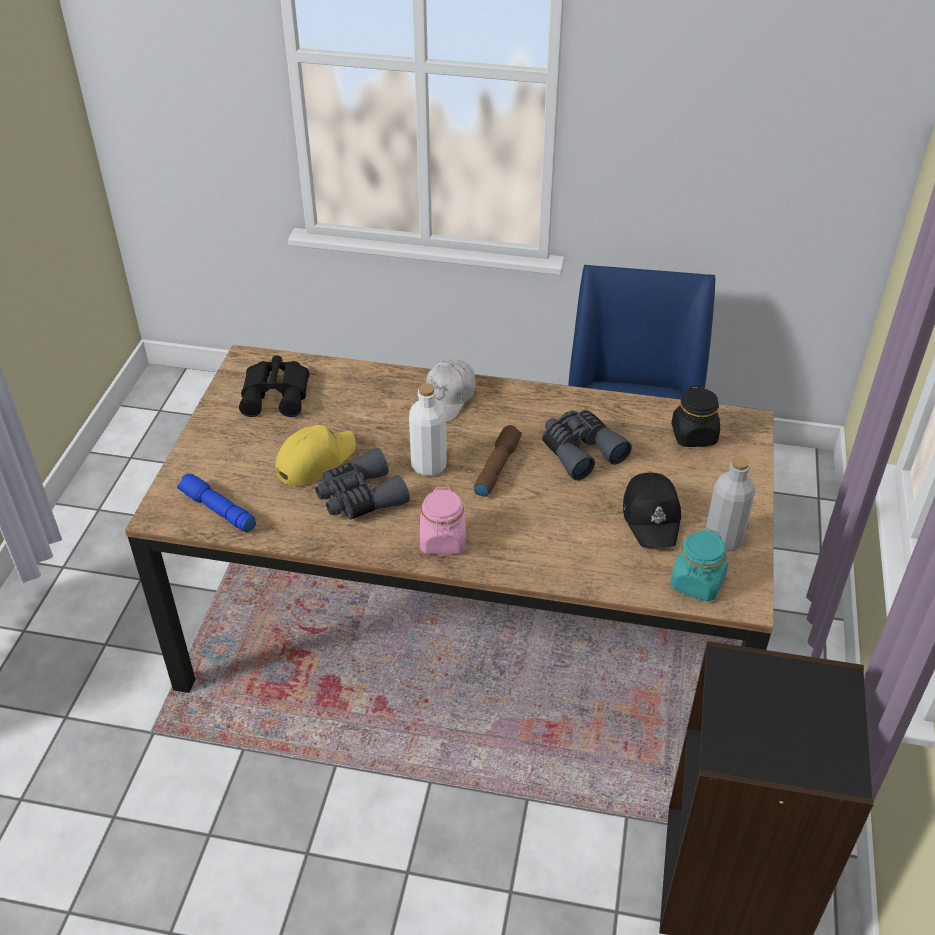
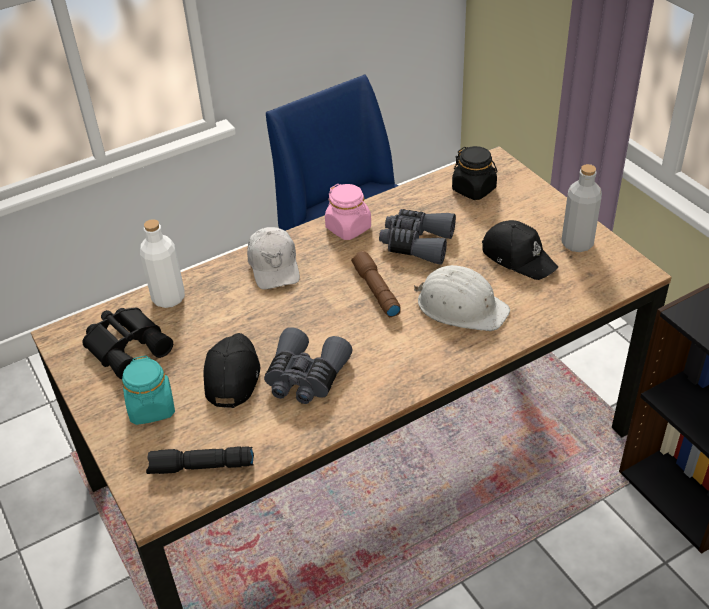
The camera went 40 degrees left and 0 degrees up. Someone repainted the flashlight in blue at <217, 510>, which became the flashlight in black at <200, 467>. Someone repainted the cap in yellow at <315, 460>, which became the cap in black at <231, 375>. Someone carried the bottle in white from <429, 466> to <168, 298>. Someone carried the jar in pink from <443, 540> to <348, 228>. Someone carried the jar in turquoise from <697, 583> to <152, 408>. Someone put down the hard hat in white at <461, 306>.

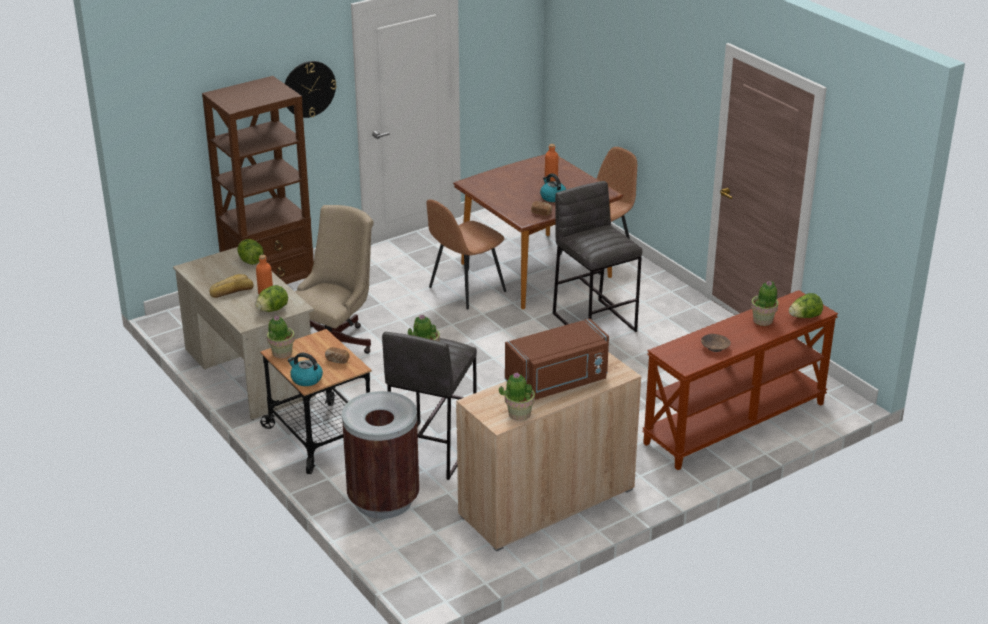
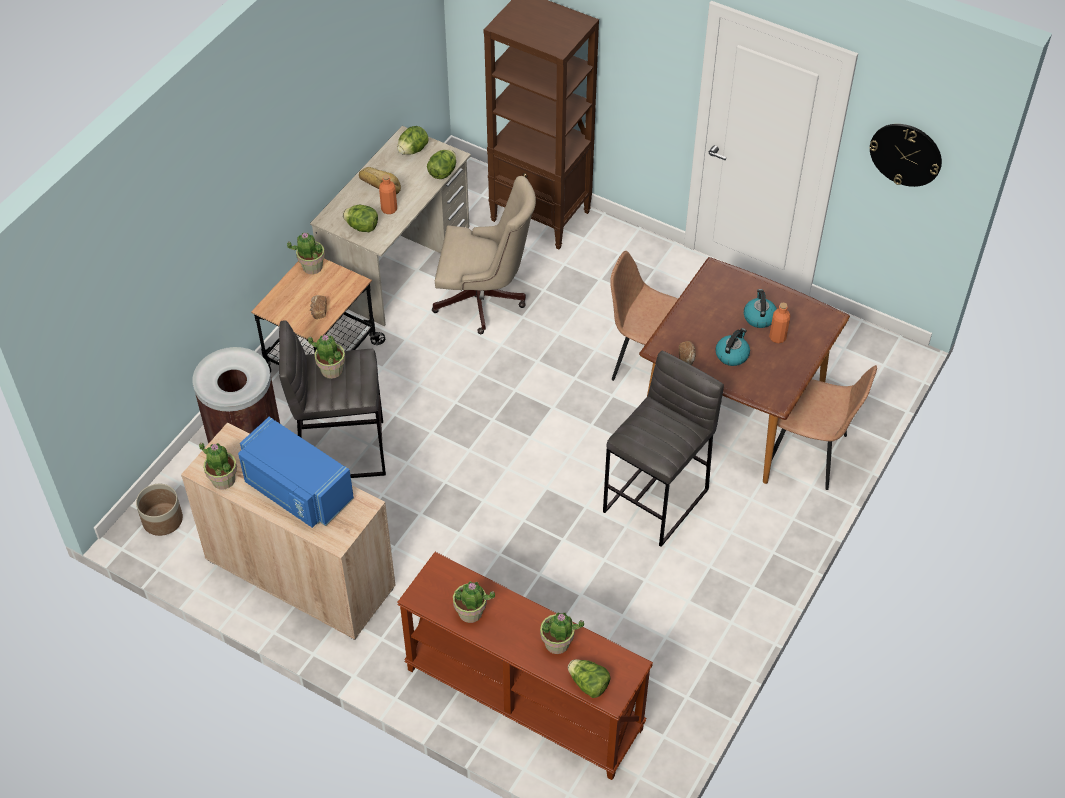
The camera went 65 degrees right and 20 degrees up. Someone carried the wall clock from <308, 89> to <906, 154>. Someone carried the kettle from <306, 379> to <759, 317>. Someone repainted the microwave in brown at <558, 382>, which became the microwave in blue at <296, 491>. Someone swapped the bowl in brown at <715, 347> for the potted plant at <471, 612>. Someone put down the planter at <162, 519>. Someone put down the lettuce at <413, 150>.

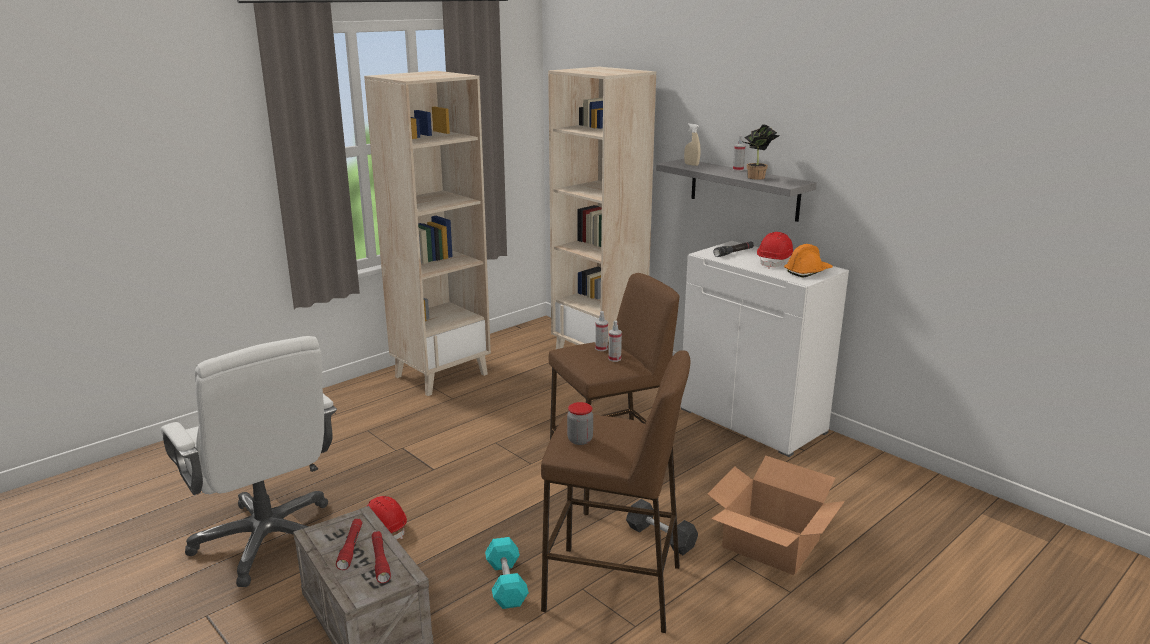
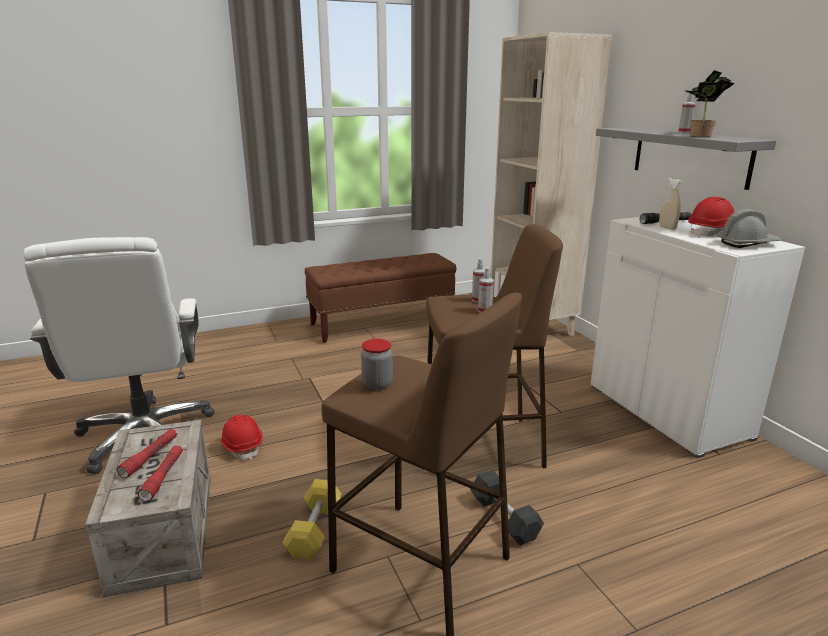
The camera went 20 degrees right and 0 degrees up. Someone swapped the bookcase in beige at <441, 375> for the bench in brown at <382, 323>. Someone repainted the dumbbell in turquoise at <506, 583>, which became the dumbbell in yellow at <314, 529>. Someone carried the spray bottle in beige from <691, 164> to <667, 228>. Someone took away the cardboard box at <770, 544>. Someone repainted the hard hat in orange at <807, 272>, which became the hard hat in grey at <747, 244>.

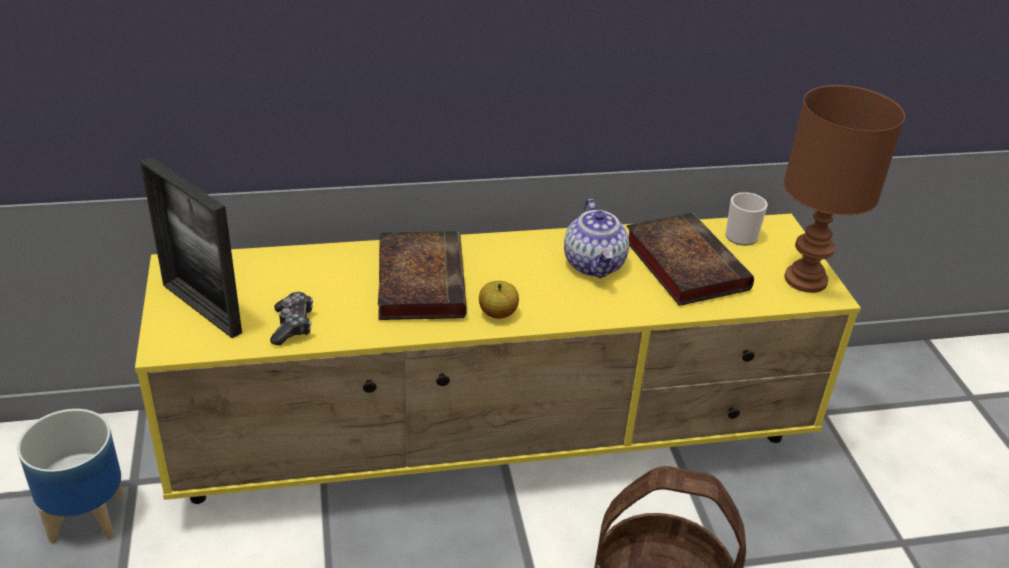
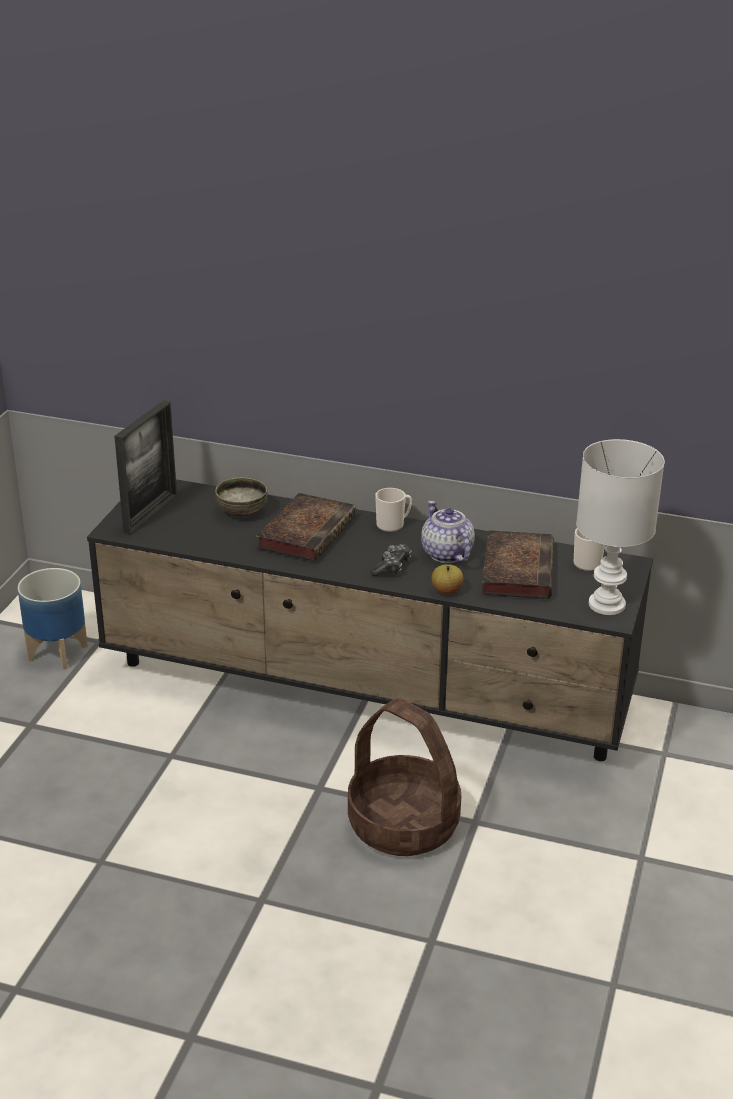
The camera went 30 degrees right and 5 degrees down. Someone repainted the tv stand in yellow at <498, 441>, which became the tv stand in black at <368, 692>. Someone rotated the picture frame at <201, 308> by 135 degrees counterclockwise. Someone carried the game controller from <293, 325> to <392, 567>. Someone carried the apple from <498, 313> to <447, 591>. Someone rotated the teapot at <595, 265> by 135 degrees clockwise. Someone repainted the table lamp in brown at <807, 279>, which became the table lamp in white at <608, 605>. Someone put down the bowl at <241, 512>. Someone put down the mug at <393, 524>.

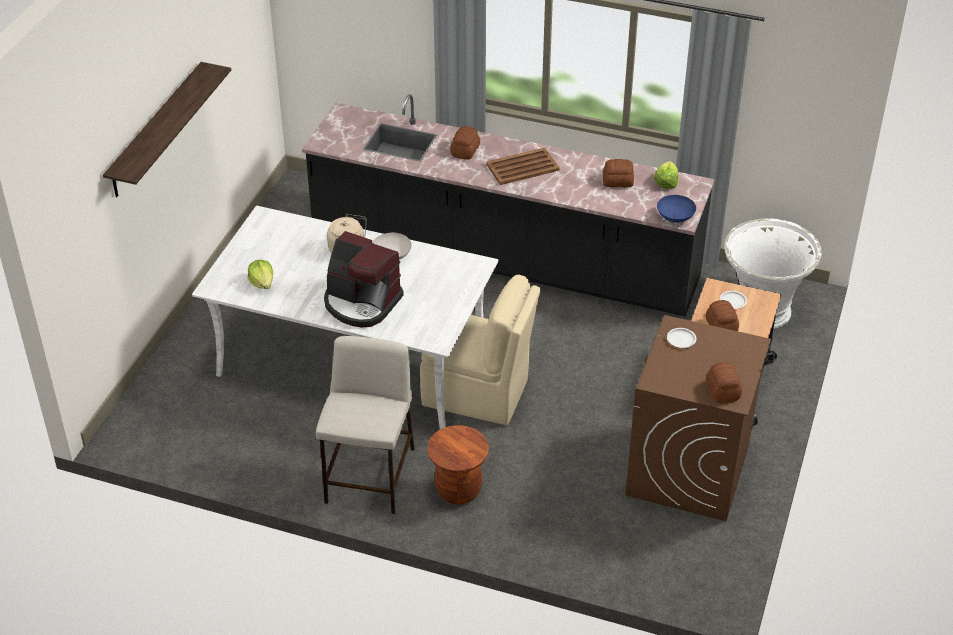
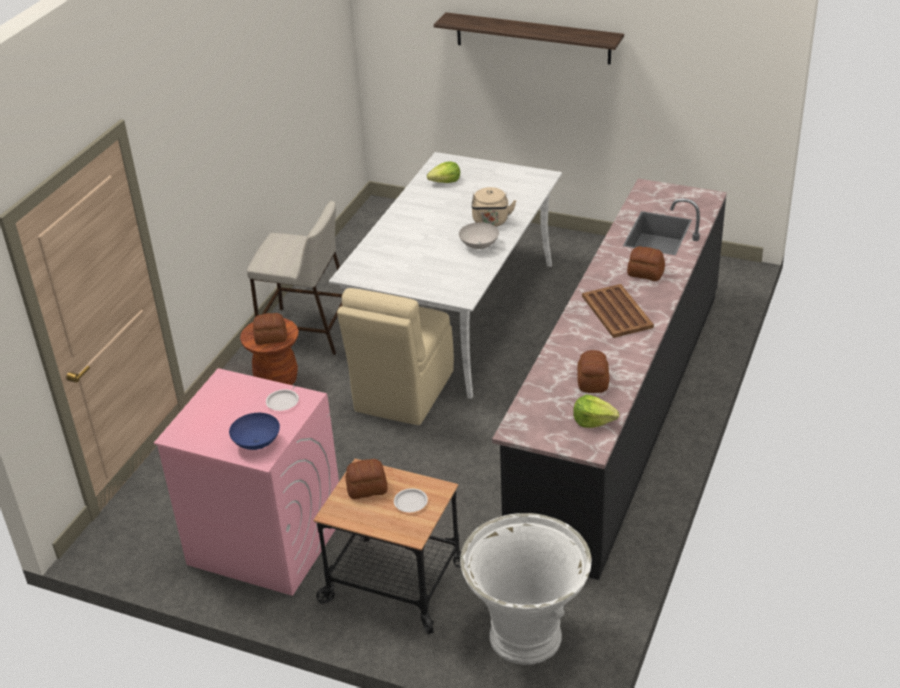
The camera went 95 degrees right and 5 degrees down. Someone took away the coffee machine at <361, 303>. Someone repainted the washing machine in brown at <688, 470>, which became the washing machine in pink at <265, 540>. Someone carried the bowl in blue from <676, 218> to <256, 443>. Someone carried the bread from <723, 390> to <271, 337>.

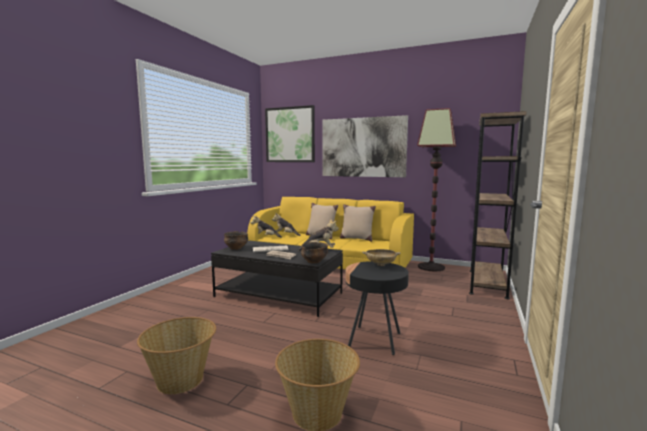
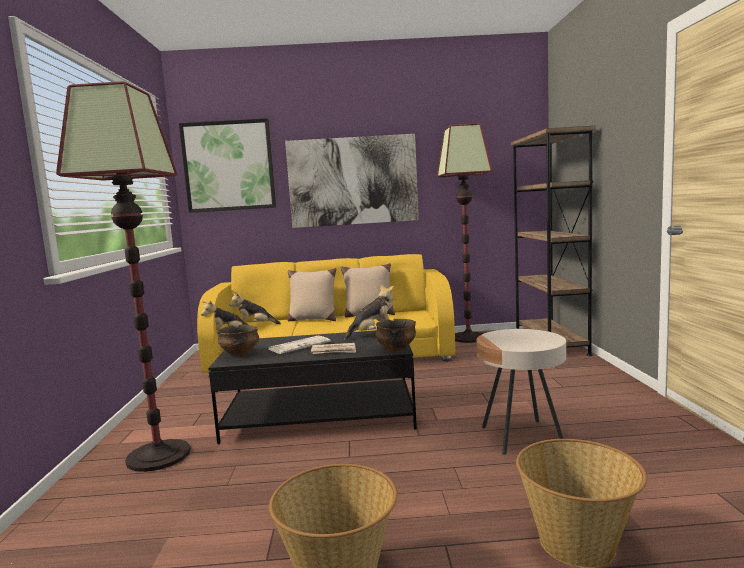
The camera went 25 degrees left and 0 degrees up. Someone repainted the side table in black at <374, 340>, which became the side table in beige at <521, 437>. Someone took away the bowl in beige at <380, 264>. Someone put down the floor lamp at <158, 455>.

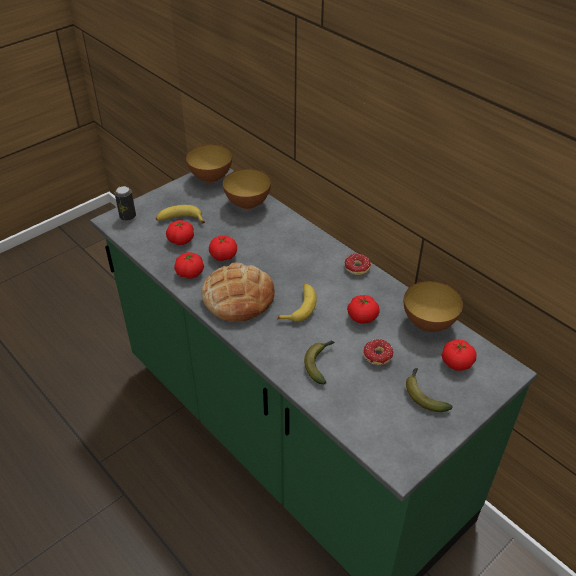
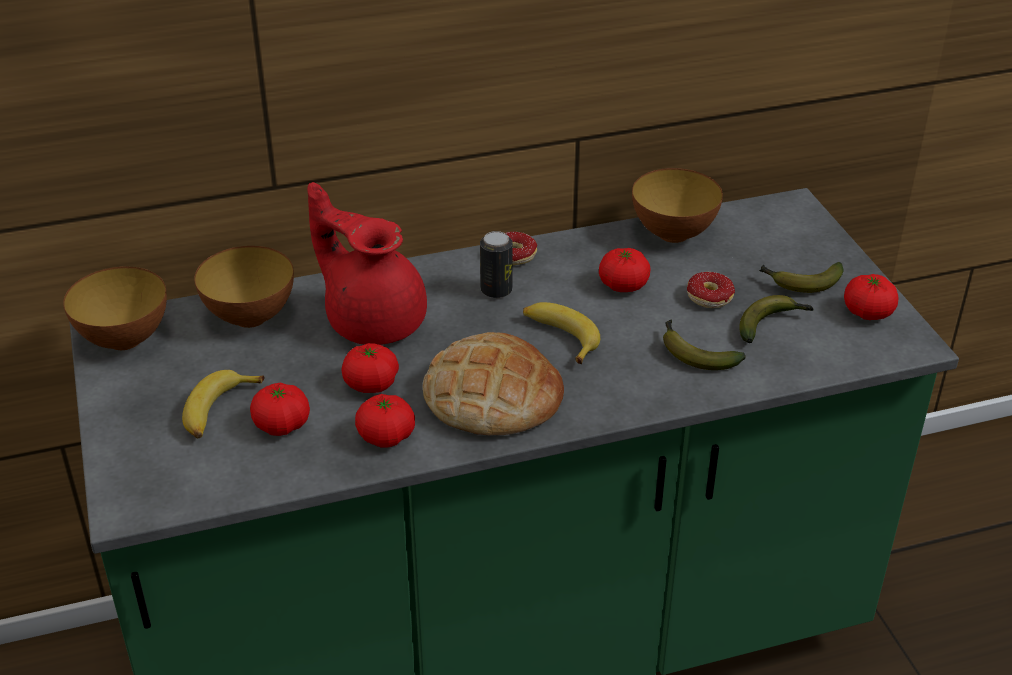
The camera went 65 degrees left and 5 degrees down. Someone carried the can from <128, 216> to <496, 290>. Someone carried the tomato from <456, 363> to <867, 312>. Someone put down the teapot in red at <373, 319>. Someone put down the banana at <772, 324>.

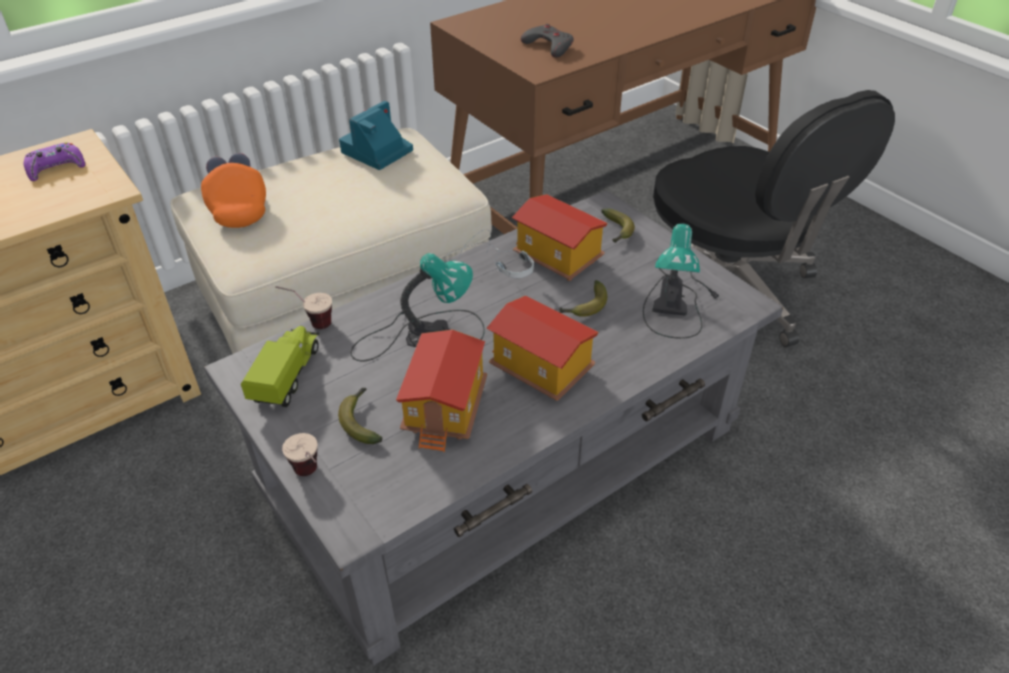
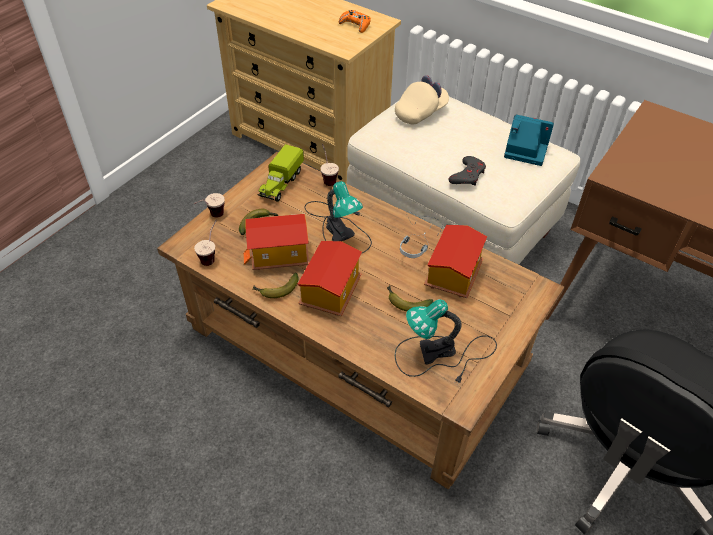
The camera went 70 degrees right and 5 degrees up. Someone repainted the game controller in purple at <56, 168>, which became the game controller in orange at <355, 25>. Someone repainted the cap in orange at <238, 207>, which became the cap in beige at <421, 112>. Someone repainted the coffee table in grey at <506, 461>, which became the coffee table in brown at <356, 349>. Someone rotated the toy truck at <288, 376> by 120 degrees clockwise. Someone carried the game controller in grey from <549, 46> to <467, 175>. Someone carried the banana from <616, 231> to <276, 290>. Someone put down the cup at <211, 255>.

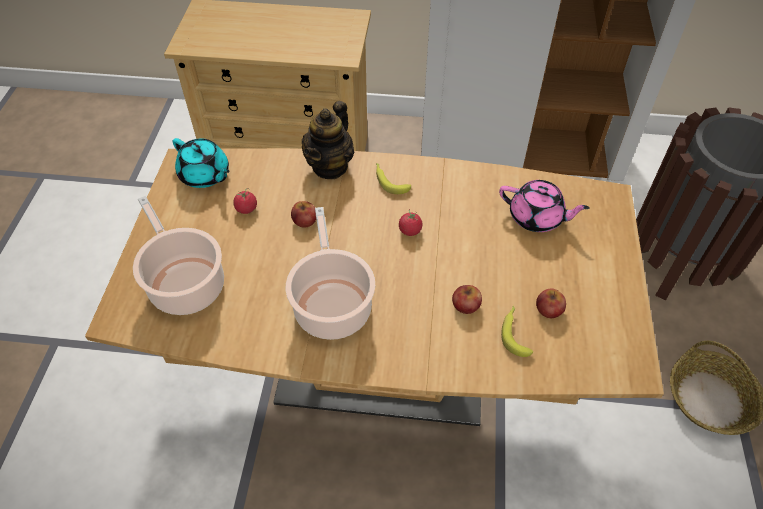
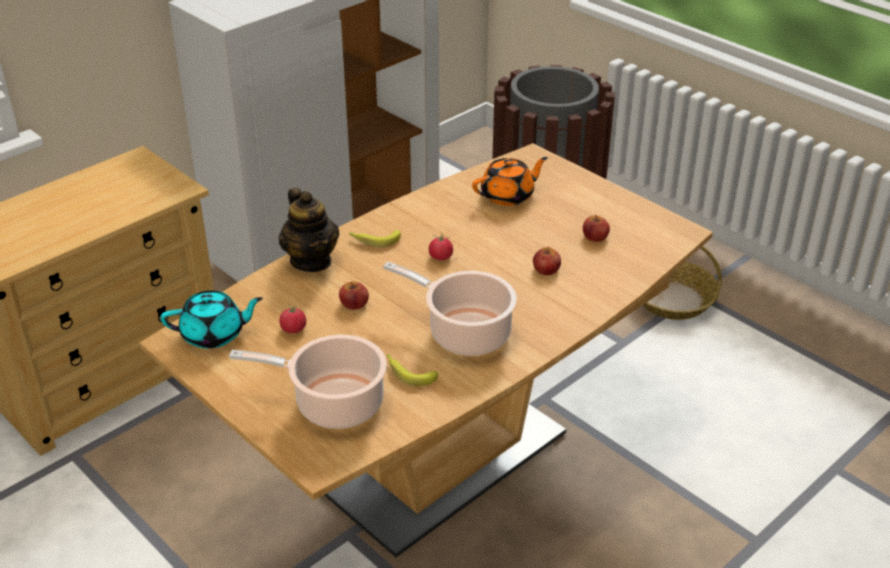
The camera went 50 degrees left and 15 degrees down. Someone repainted the teapot in pink at <536, 218>, which became the teapot in orange at <508, 196>. Someone carried the banana from <515, 333> to <408, 372>.

